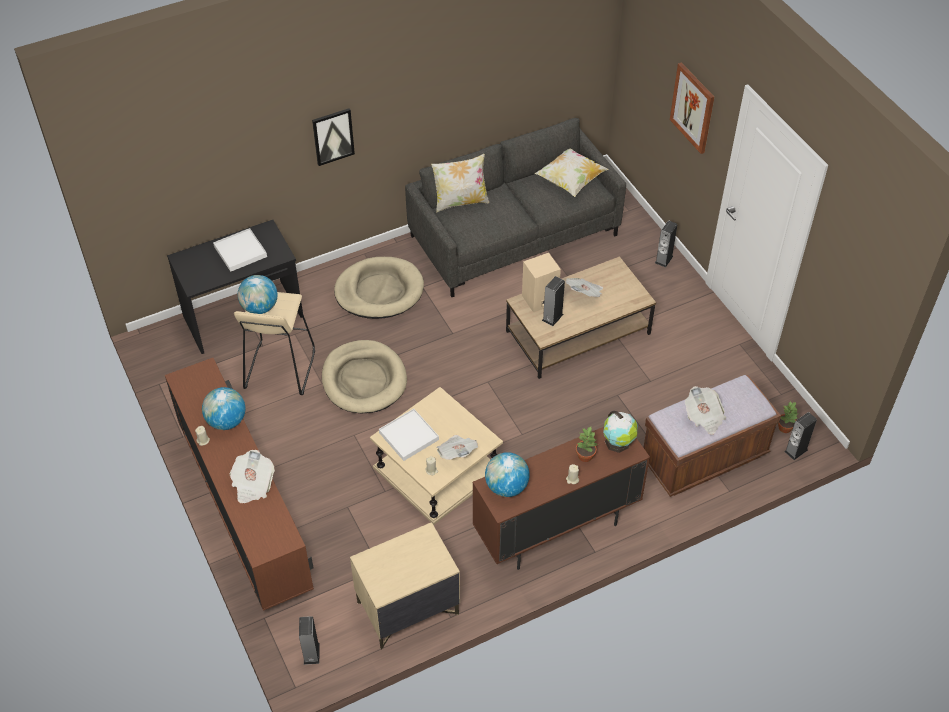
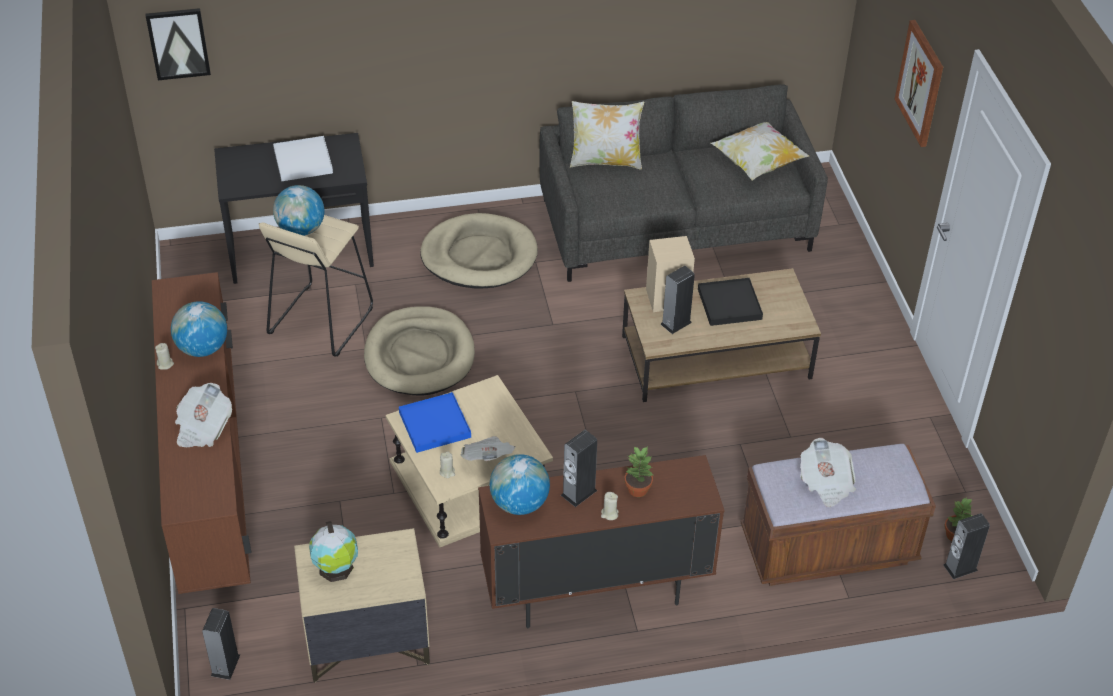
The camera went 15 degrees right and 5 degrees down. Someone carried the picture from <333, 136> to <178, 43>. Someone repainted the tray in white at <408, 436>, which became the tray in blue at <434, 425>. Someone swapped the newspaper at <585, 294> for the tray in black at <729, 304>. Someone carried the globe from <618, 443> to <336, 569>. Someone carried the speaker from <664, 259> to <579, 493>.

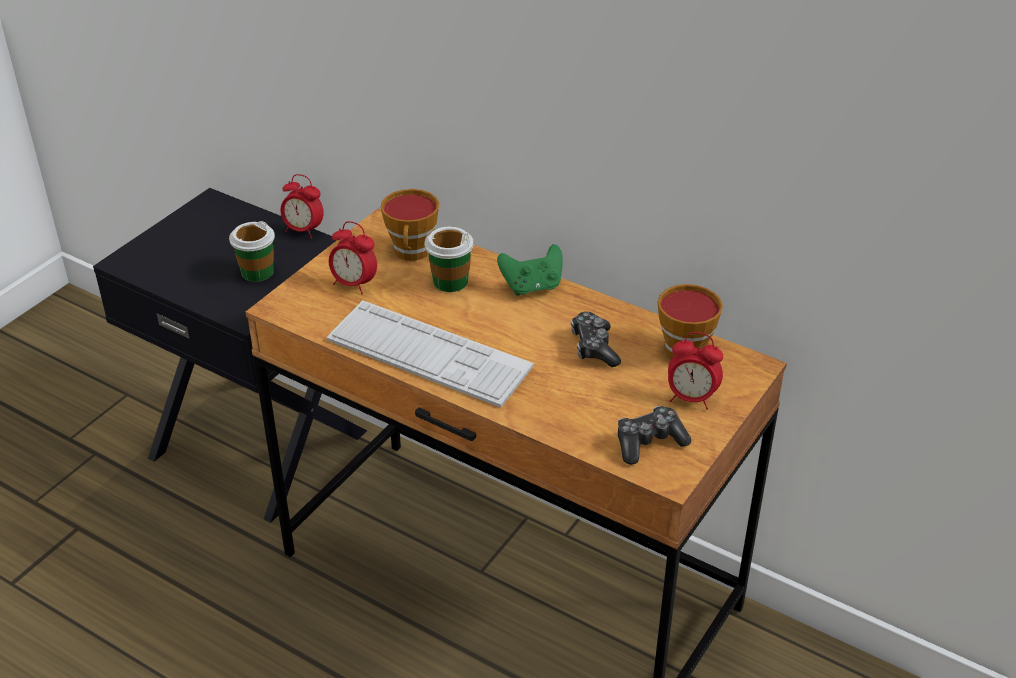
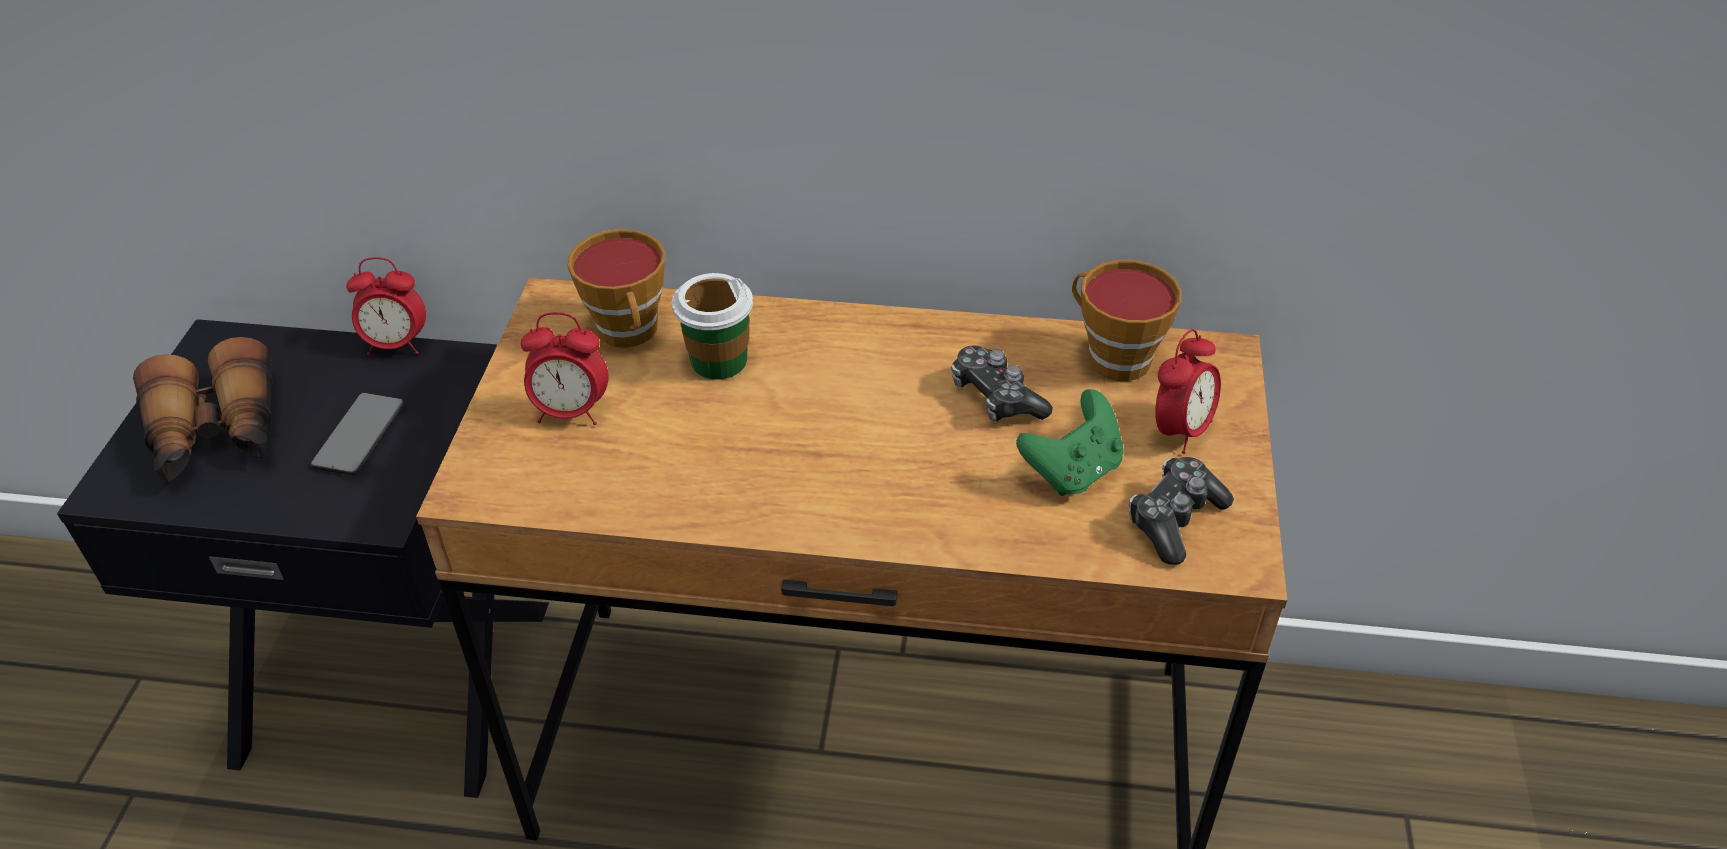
The camera went 25 degrees left and 5 degrees up. Someone swapped the cup at <257, 272> for the phone at <359, 435>. Someone took away the keyboard at <428, 354>. Someone carried the game controller in green from <532, 286> to <1072, 471>. Someone rotated the alarm clock at <691, 398> by 45 degrees counterclockwise. Someone put down the binoculars at <217, 434>.

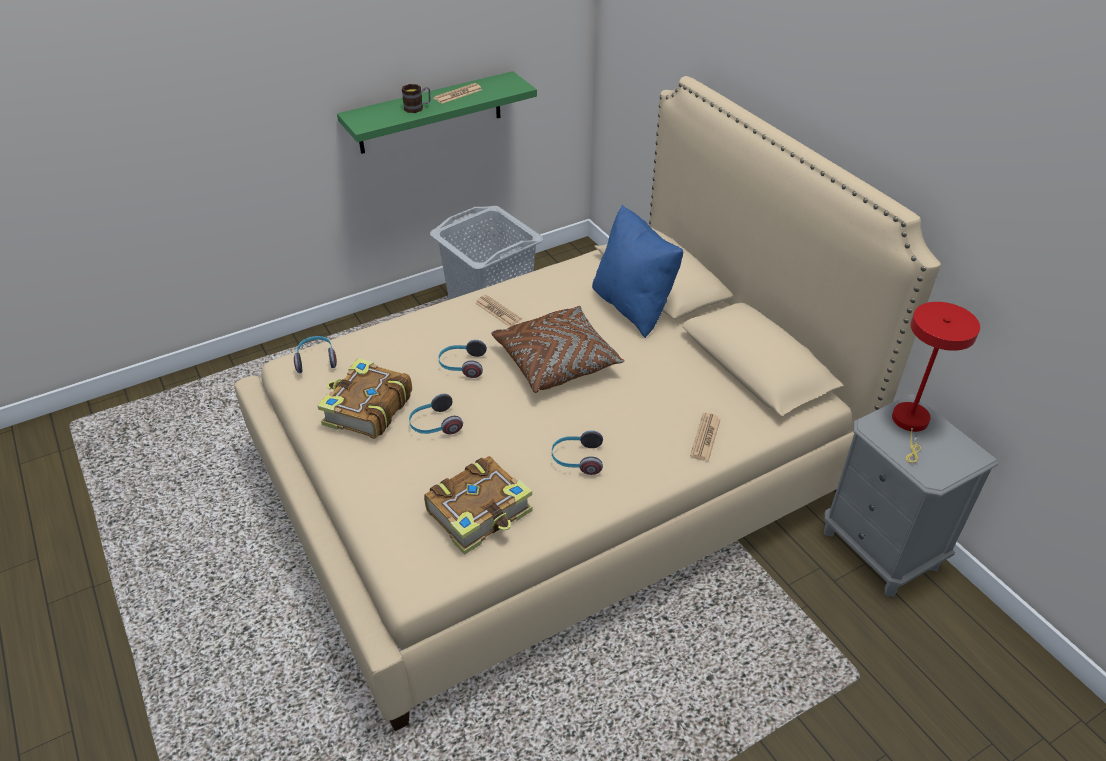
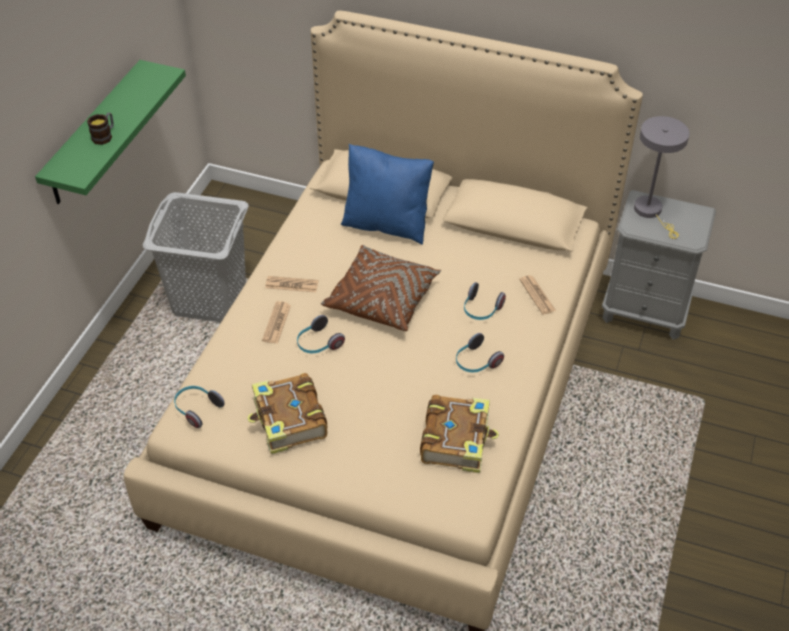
The camera went 40 degrees left and 5 degrees up. Someone carried the headphones from <434, 425> to <481, 310>. Someone carried the newspaper from <458, 94> to <276, 323>. Someone repainted the table lamp in red at <911, 424>, which became the table lamp in grey at <651, 212>.

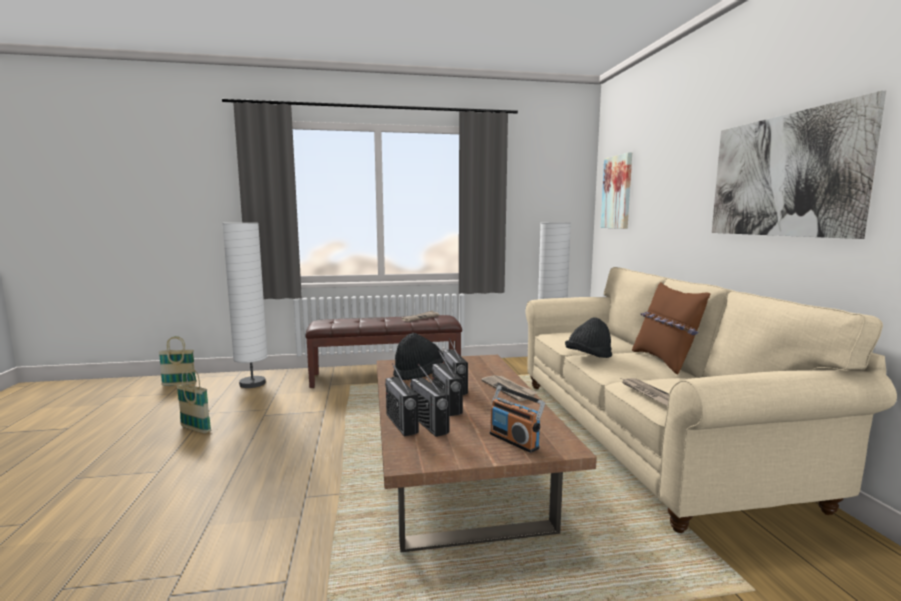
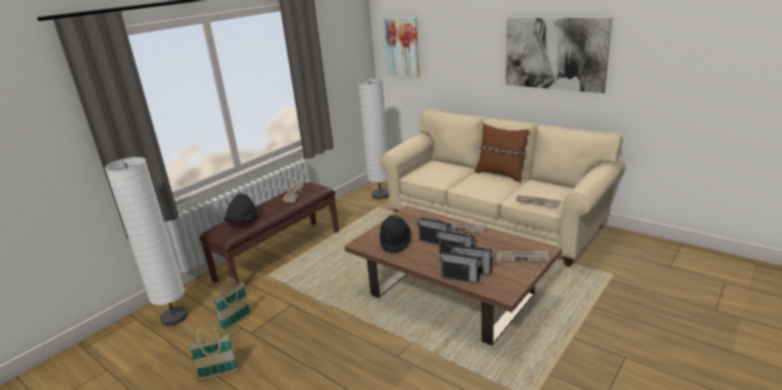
The camera went 40 degrees left and 15 degrees up. Someone carried the basket from <179, 384> to <236, 322>. Someone swapped the radio at <514, 441> for the newspaper at <522, 258>. Someone carried the hat in black from <588, 357> to <243, 222>.

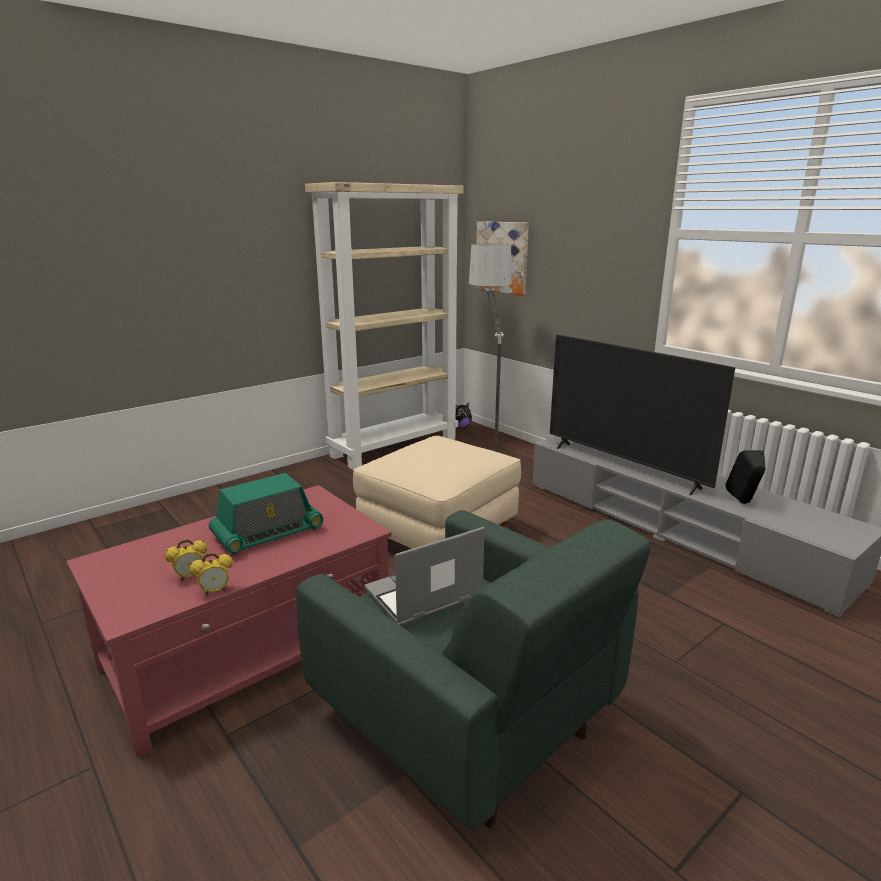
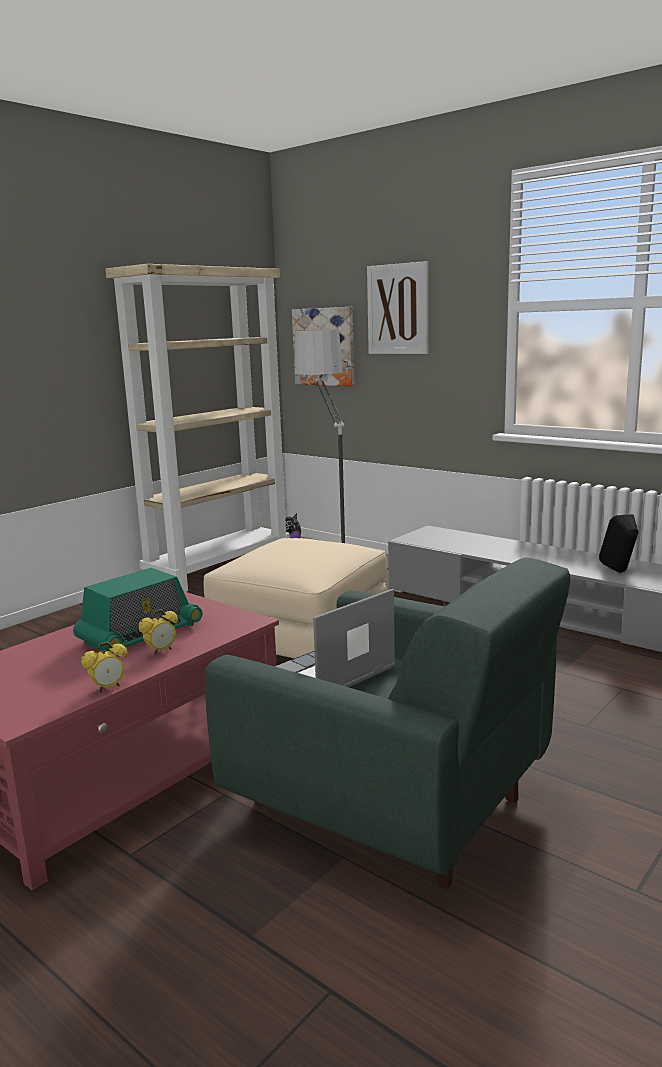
The camera went 10 degrees left and 5 degrees down. Someone carried the alarm clock from <190, 577> to <161, 651>. Someone took away the television at <623, 467>. Someone put up the picture at <398, 309>.

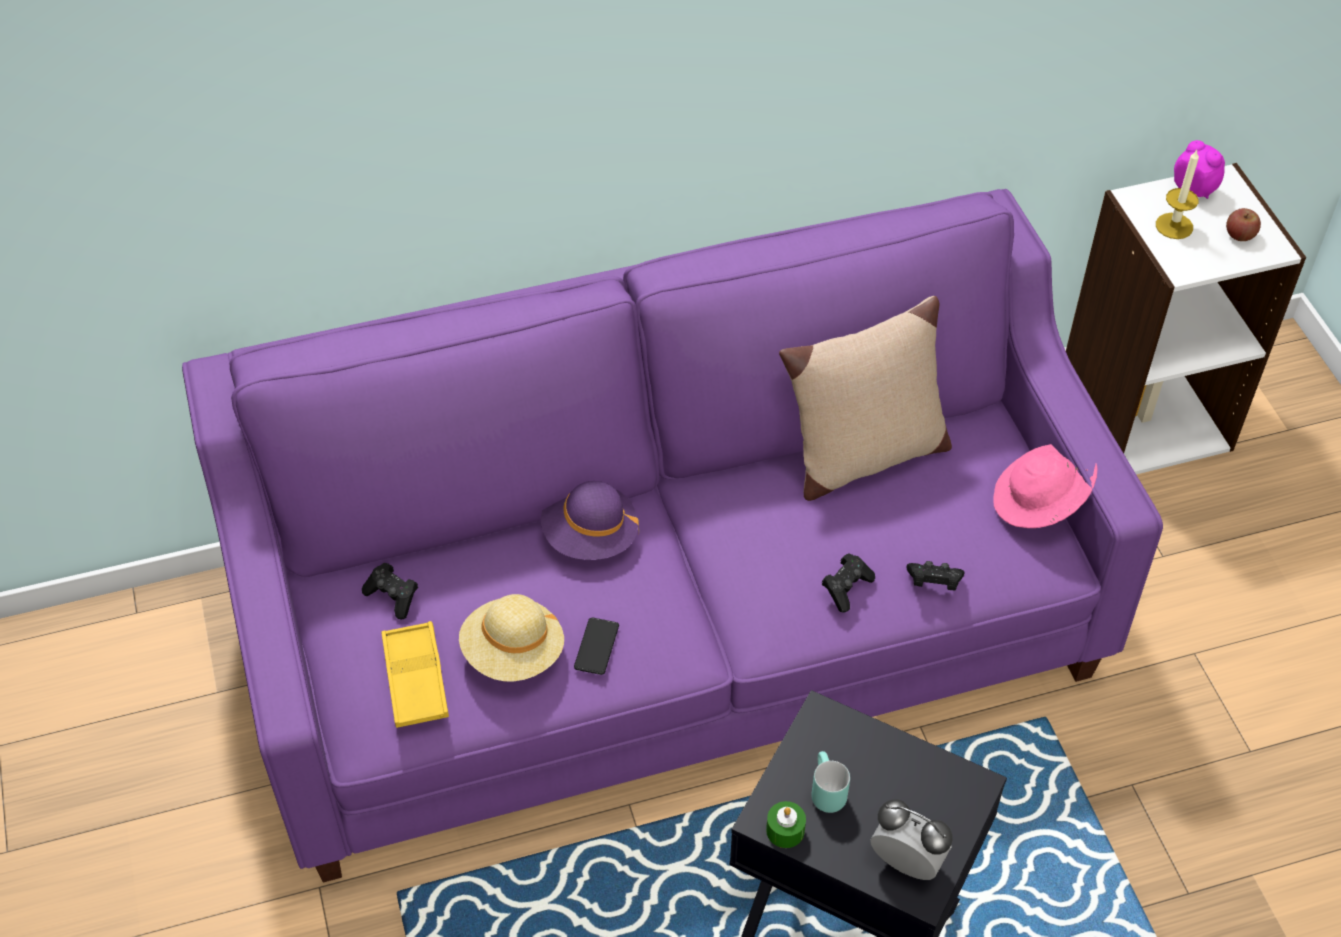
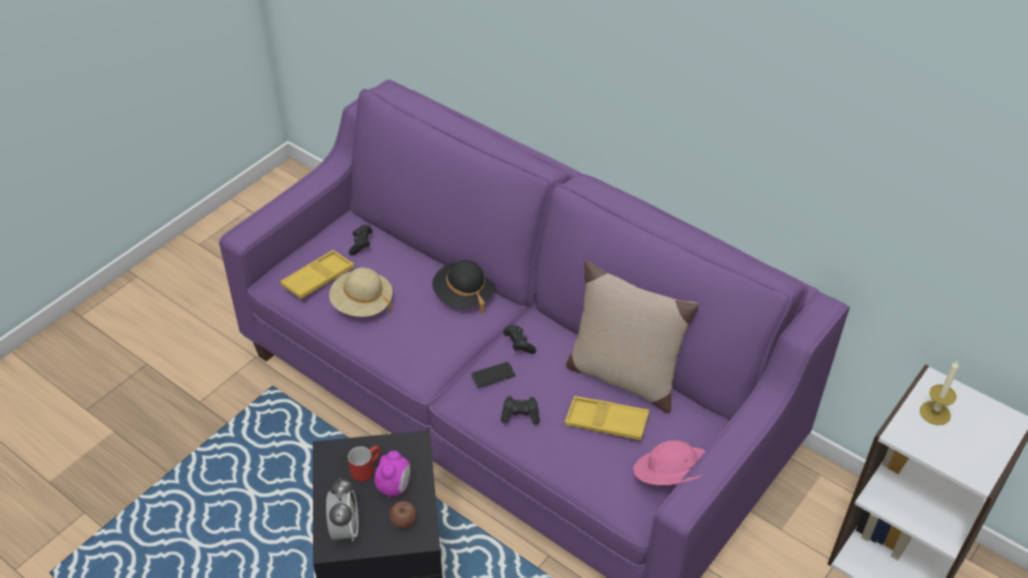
The camera went 55 degrees right and 5 degrees down. Someone repainted the hat in purple at <590, 536>, which became the hat in black at <464, 295>. Someone carried the phone from <596, 647> to <493, 375>. Someone took away the candle in green at <785, 830>. Someone repainted the mug in turquoise at <824, 791>, which became the mug in red at <365, 468>. Someone carried the game controller in black from <933, 583> to <518, 344>. Someone carried the alarm clock from <1194, 189> to <394, 487>. Someone carried the apple from <1239, 235> to <403, 521>. Someone put down the tray in yellow at <606, 422>.

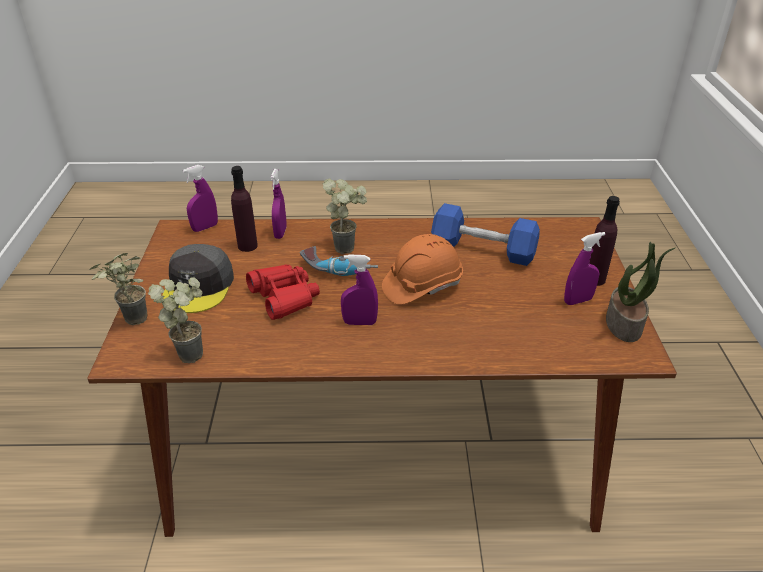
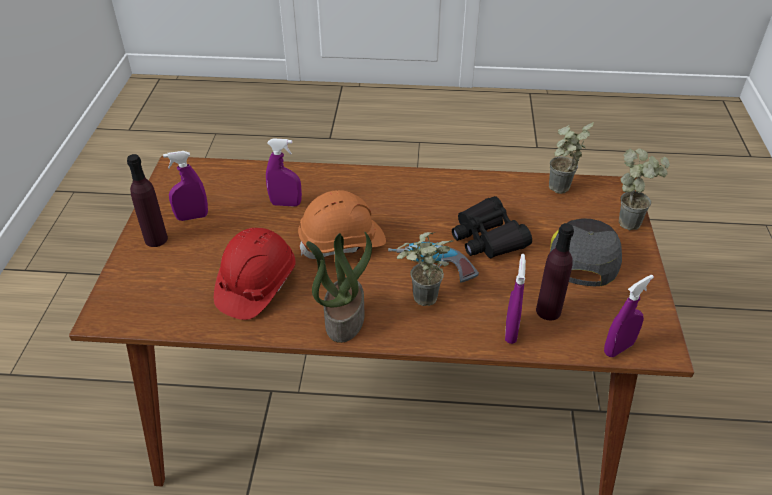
The camera went 175 degrees left and 5 degrees up. Someone repainted the binoculars in red at <284, 297>, which became the binoculars in black at <487, 237>. Someone carried the spray bottle in purple from <359, 322> to <286, 204>. Someone swapped the dumbbell in blue at <483, 250> for the hard hat in red at <256, 286>. Someone carried the potted plant from <625, 324> to <344, 319>.

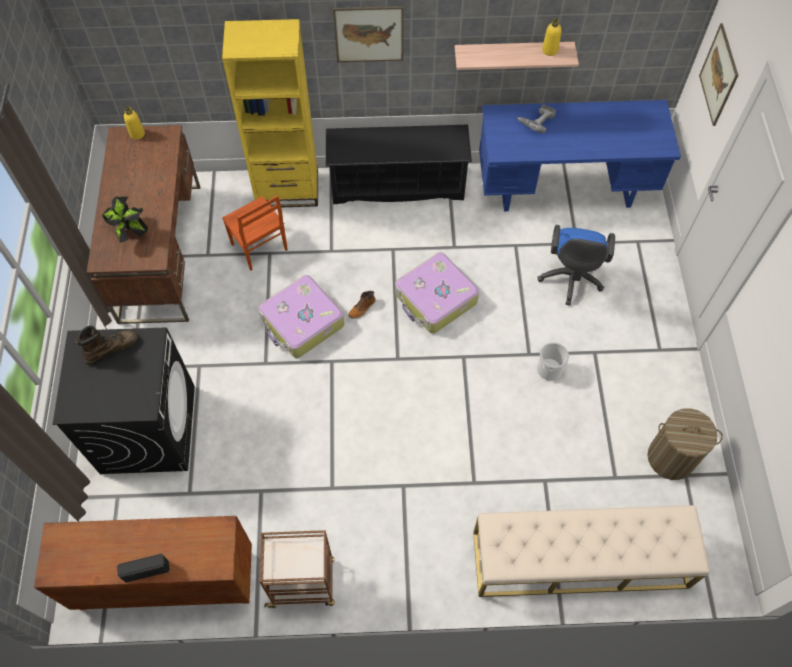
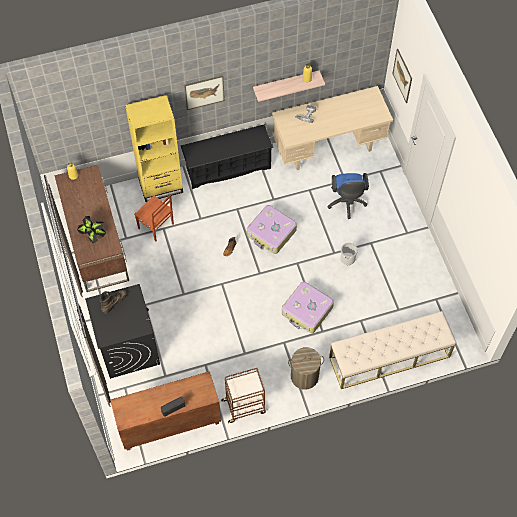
The camera went 15 degrees left and 0 degrees up. Someone carried the suitcase from <302, 323> to <307, 311>. Someone repainted the desk in blue at <564, 188>, which became the desk in beige at <329, 147>. Someone carried the laundry basket from <671, 457> to <304, 376>.

